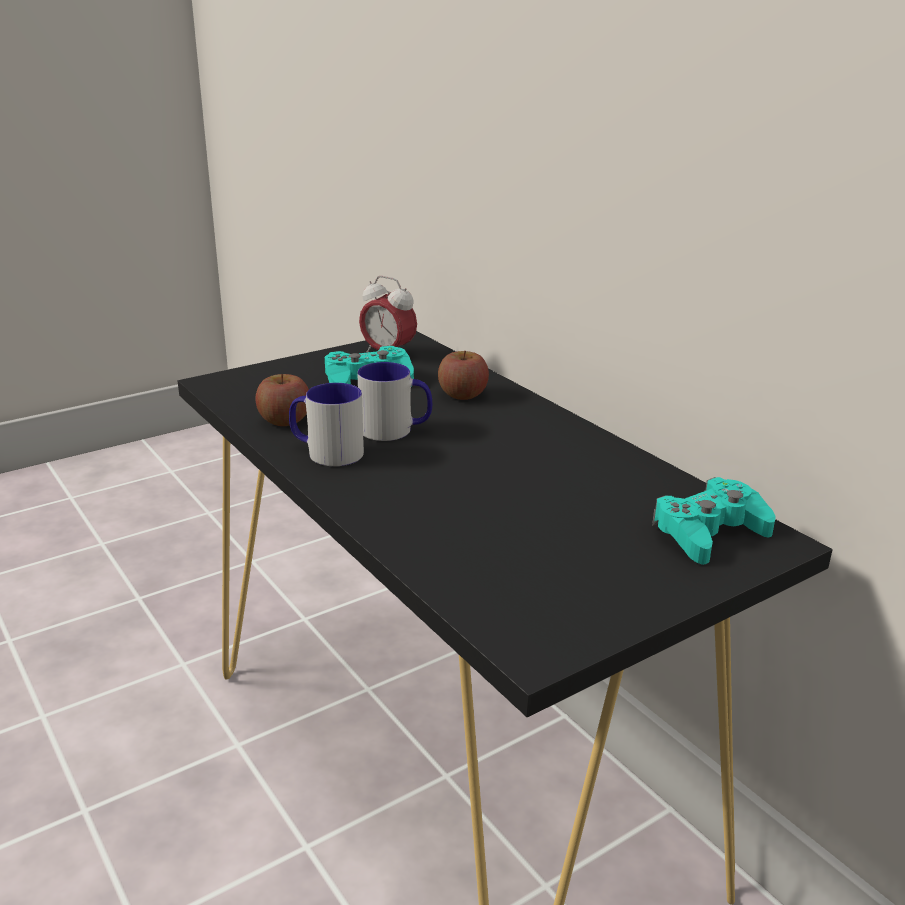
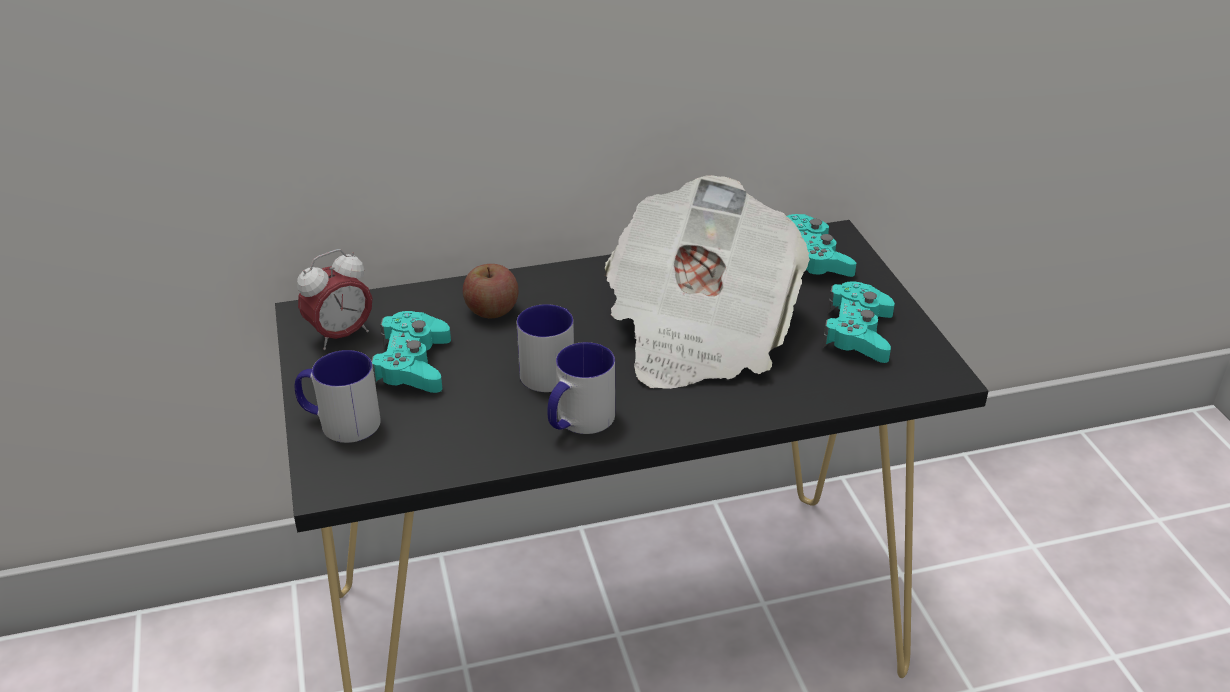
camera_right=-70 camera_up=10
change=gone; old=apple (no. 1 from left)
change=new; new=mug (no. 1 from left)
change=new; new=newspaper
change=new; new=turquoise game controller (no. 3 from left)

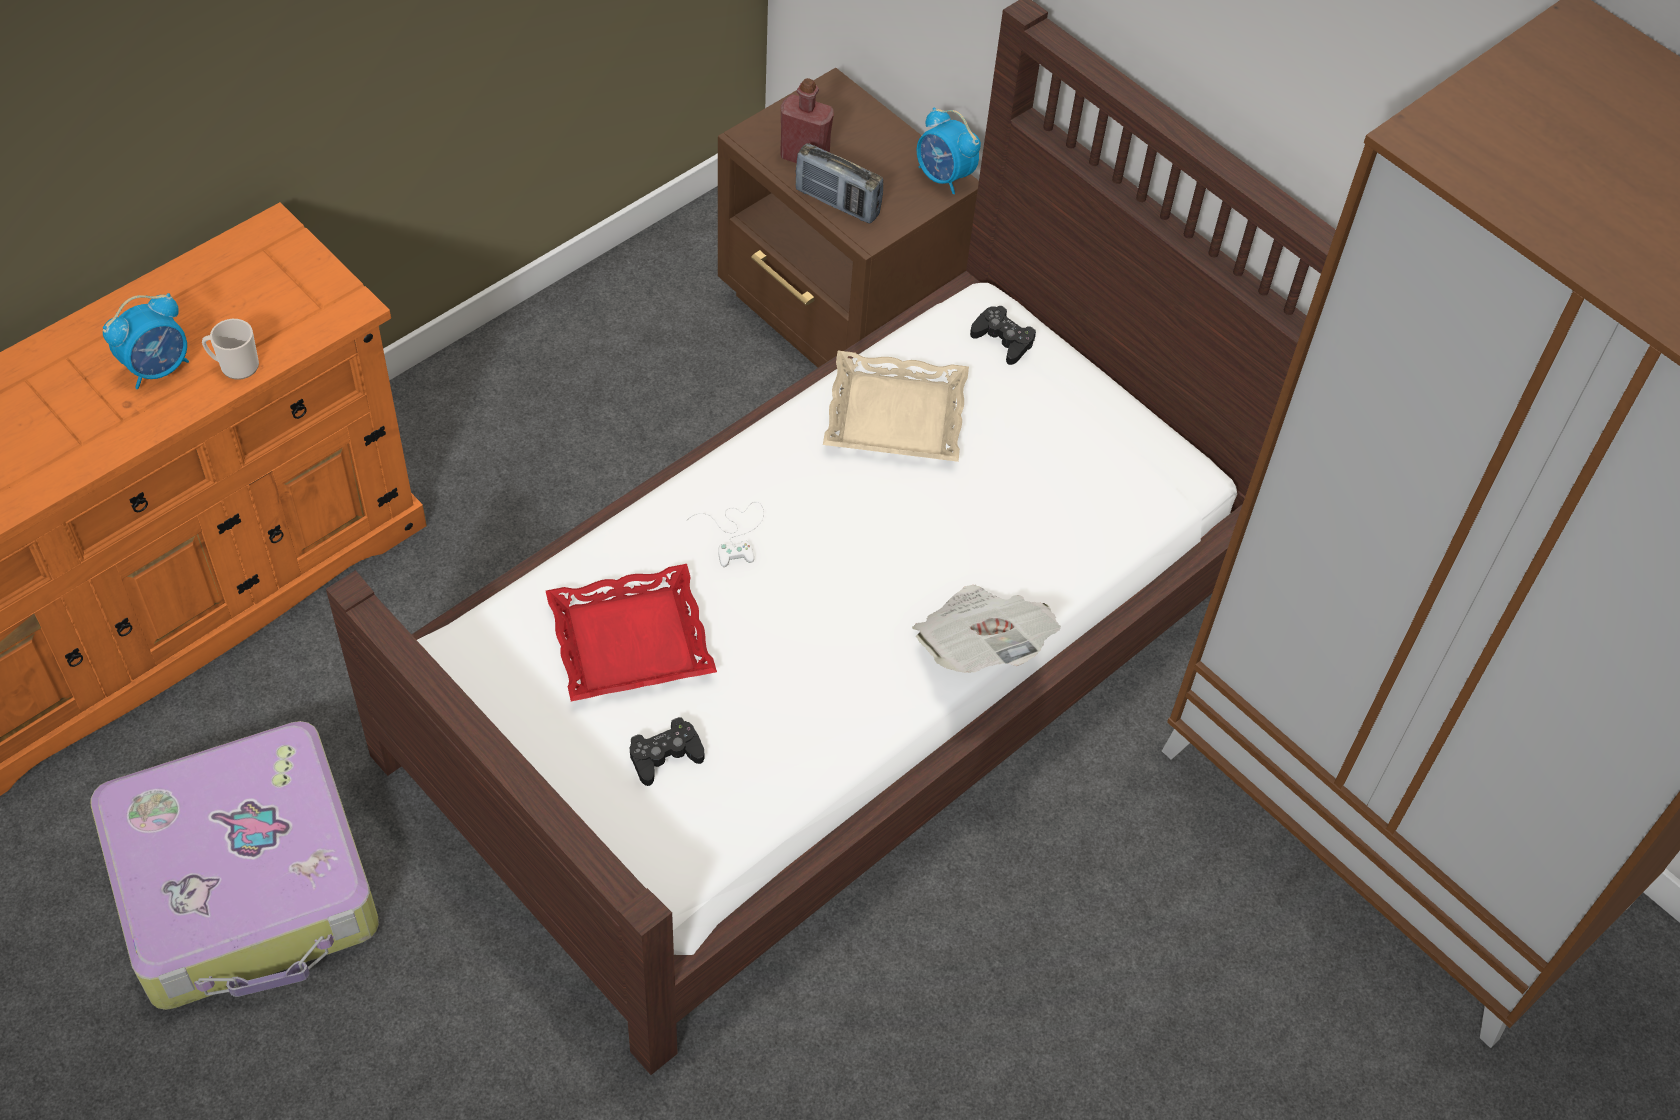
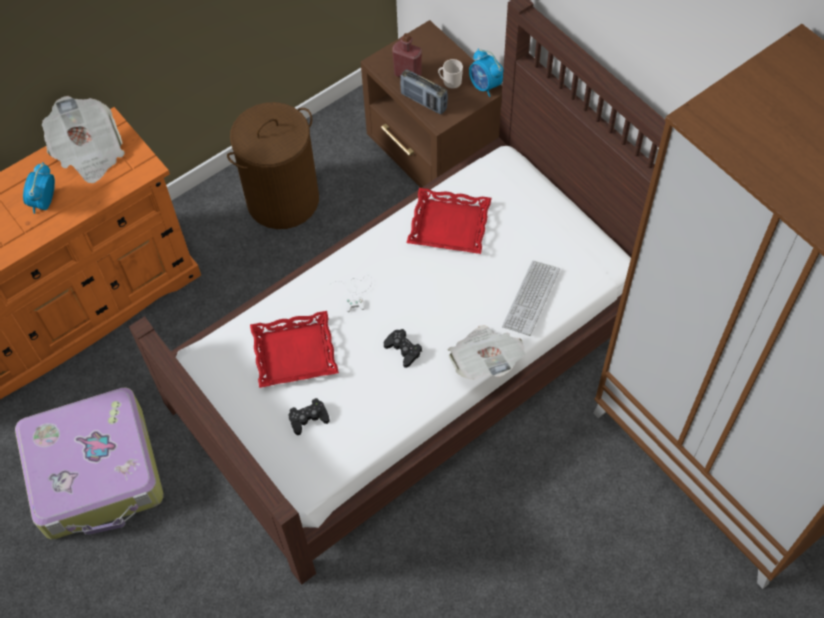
camera_right=10 camera_up=5
change=rotated; old=alarm clock (no. 1 from left); degrees=135
change=shifted; old=mug
change=repainted; old=beige tray; new=red tray (no. 2 from left)
change=shifted; old=black game controller (no. 2 from left)
change=new; new=newspaper (no. 1 from left)
change=new; new=brown laundry basket
change=new; new=keyboard

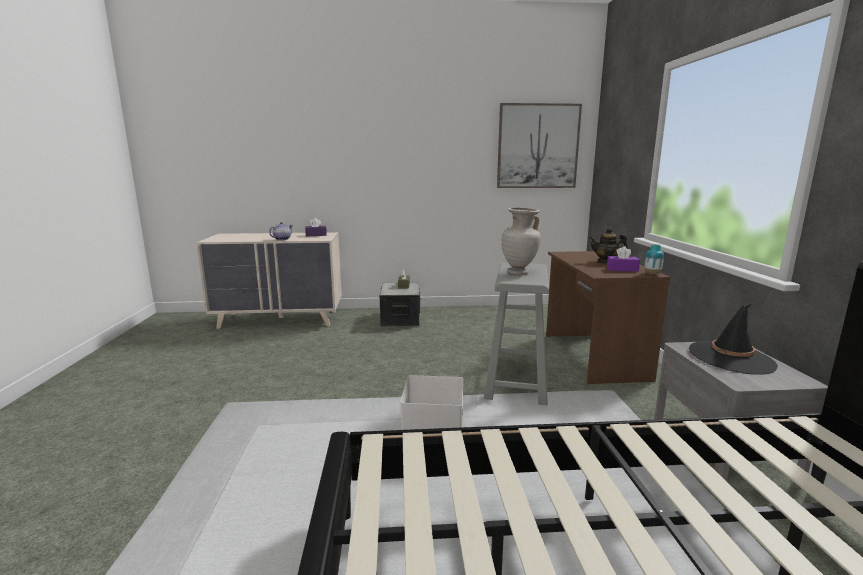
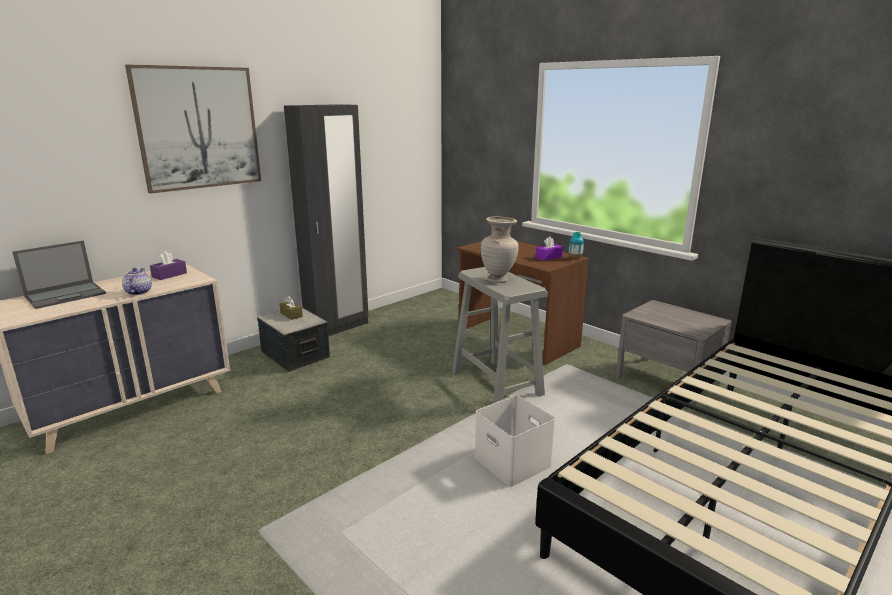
camera_right=-40 camera_up=5
change=shifted; old=picture
change=gone; old=teapot (no. 2 from left)
change=gone; old=black hat
change=new; new=laptop
change=new; new=black wardrobe

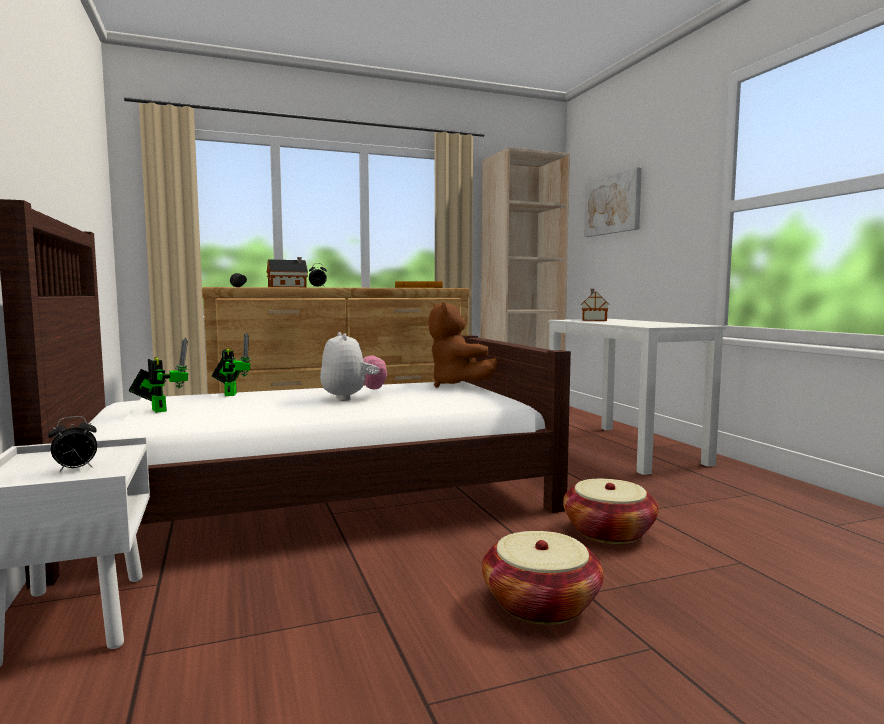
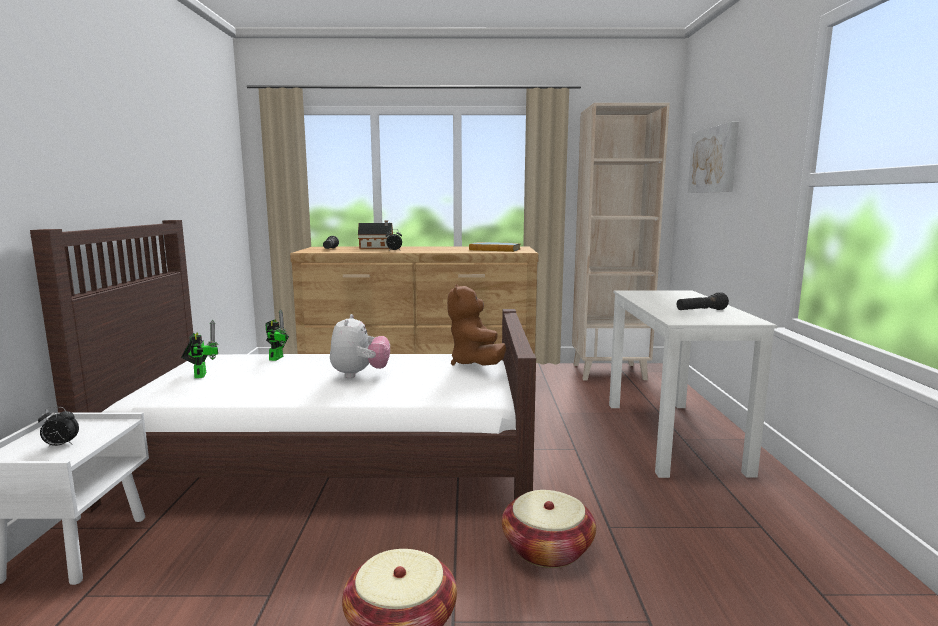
camera_right=20 camera_up=5
change=gone; old=toy house (no. 2 from left)
change=new; new=black flashlight (no. 2 from left)

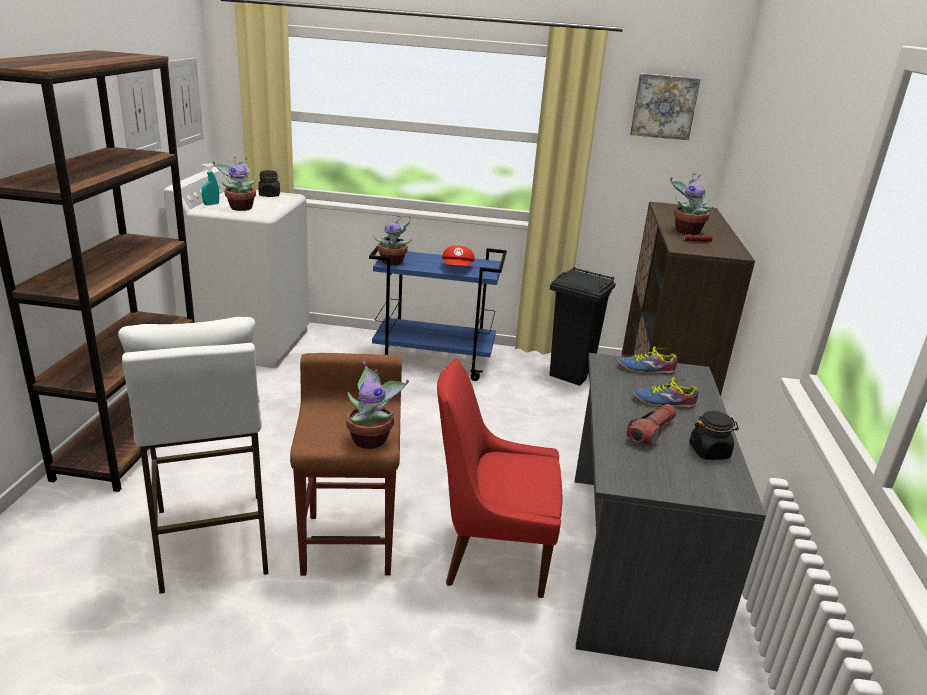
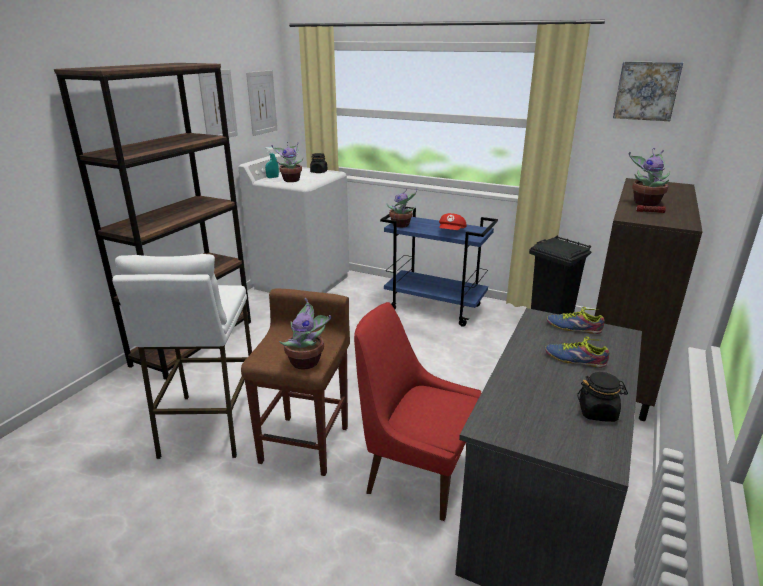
camera_right=20 camera_up=0
change=gone; old=flashlight (no. 1 from left)

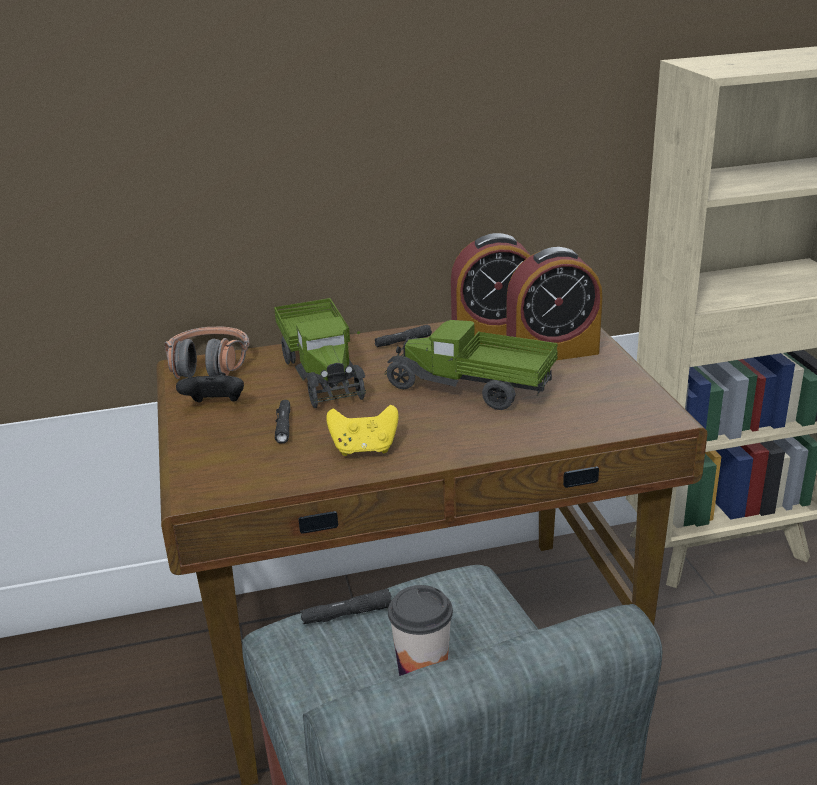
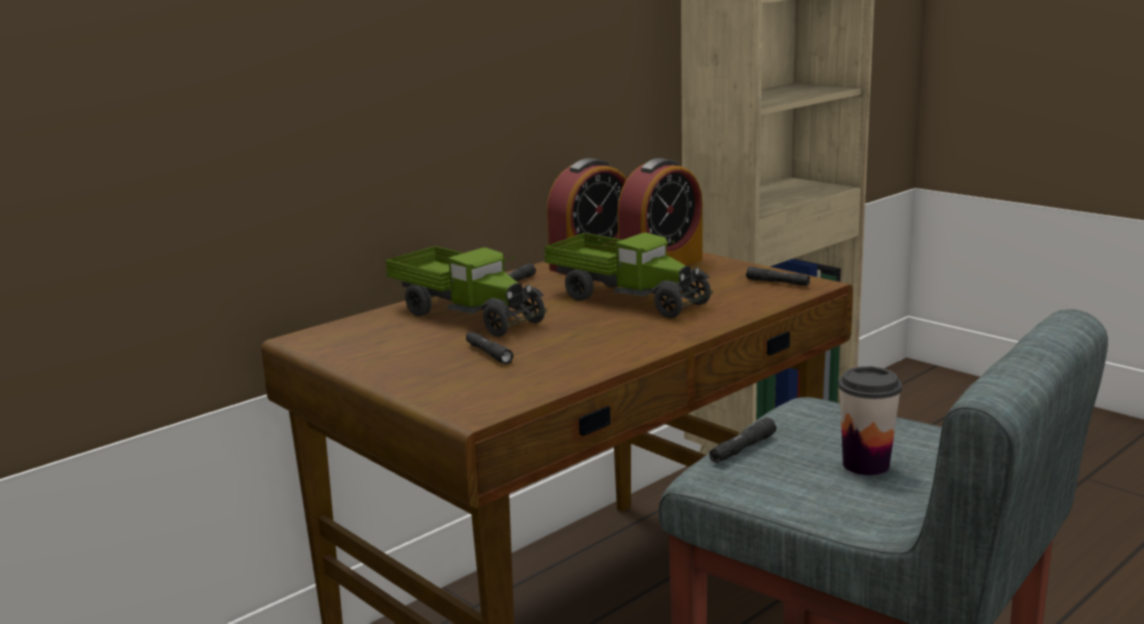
camera_right=-30 camera_up=-10
change=gone; old=headphones
change=gone; old=black game controller
change=gone; old=yellow game controller
change=rotated; old=toy truck (no. 2 from left); degrees=-135
change=new; new=black flashlight (no. 4 from left)

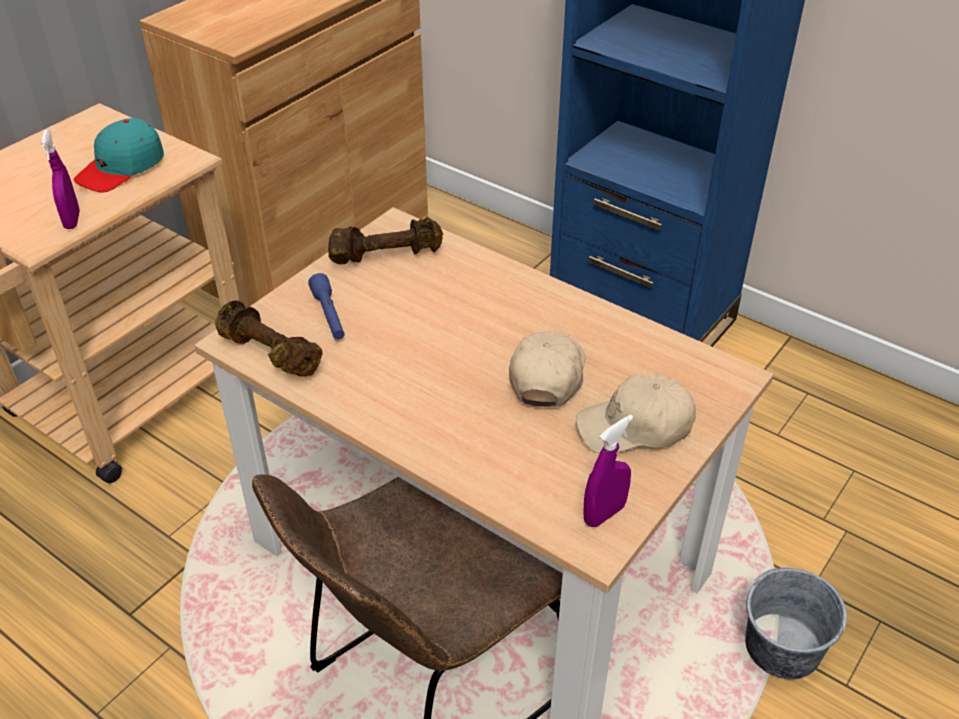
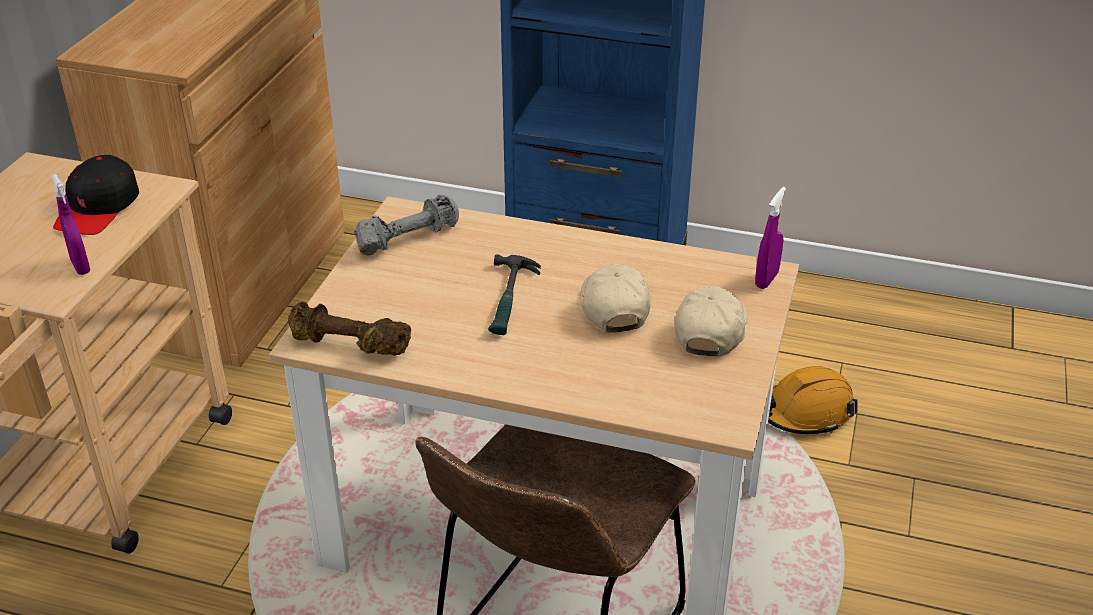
camera_right=-20 camera_up=-5
change=repainted; old=turquoise cap; new=black cap
change=gone; old=blue flashlight
change=repainted; old=brown dumbbell (no. 2 from left); new=grey dumbbell
change=rotated; old=beige cap (no. 2 from left); degrees=135
change=shifted; old=purple spray bottle (no. 2 from left)
change=gone; old=grey bucket
change=new; new=hammer
change=new; new=orange hard hat

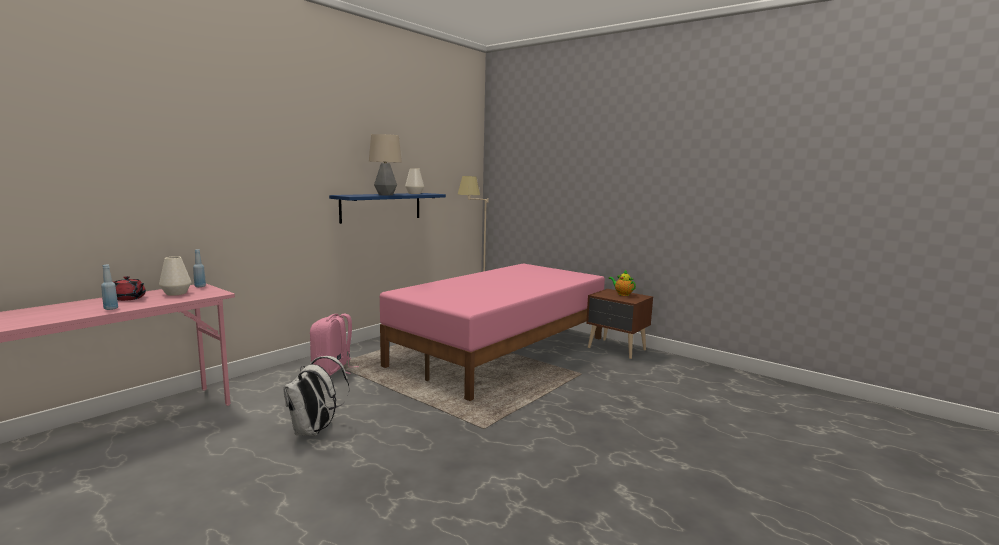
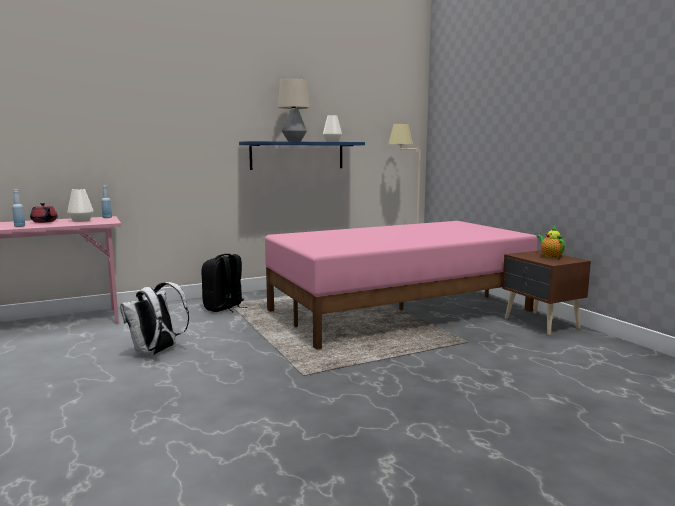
camera_right=25 camera_up=0
change=repainted; old=pink backpack; new=black backpack

